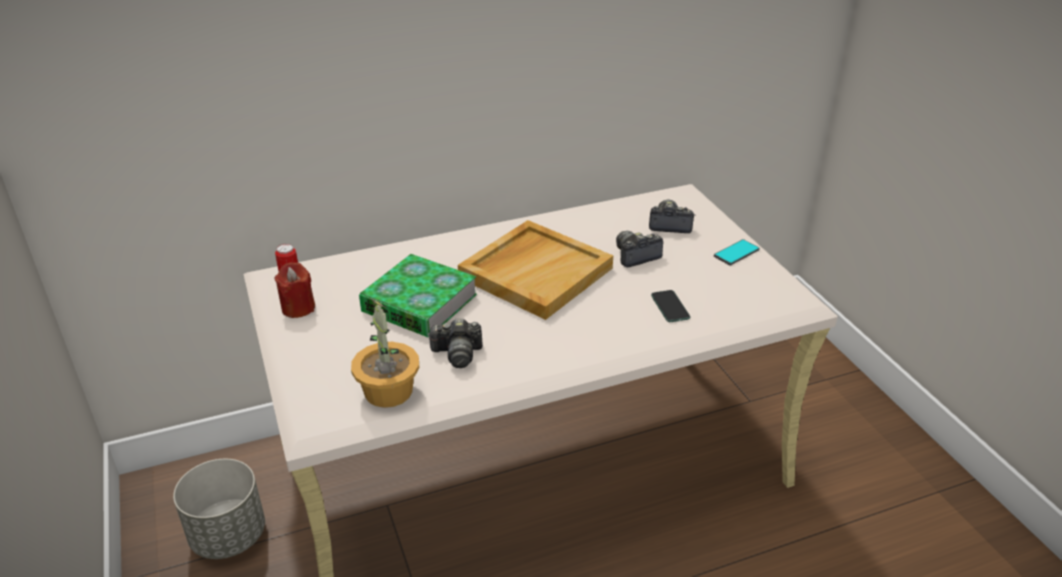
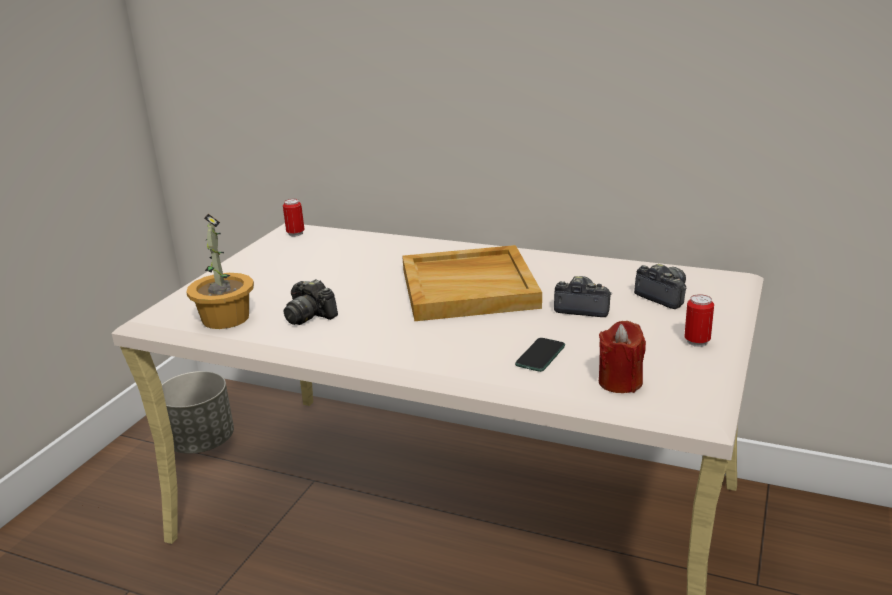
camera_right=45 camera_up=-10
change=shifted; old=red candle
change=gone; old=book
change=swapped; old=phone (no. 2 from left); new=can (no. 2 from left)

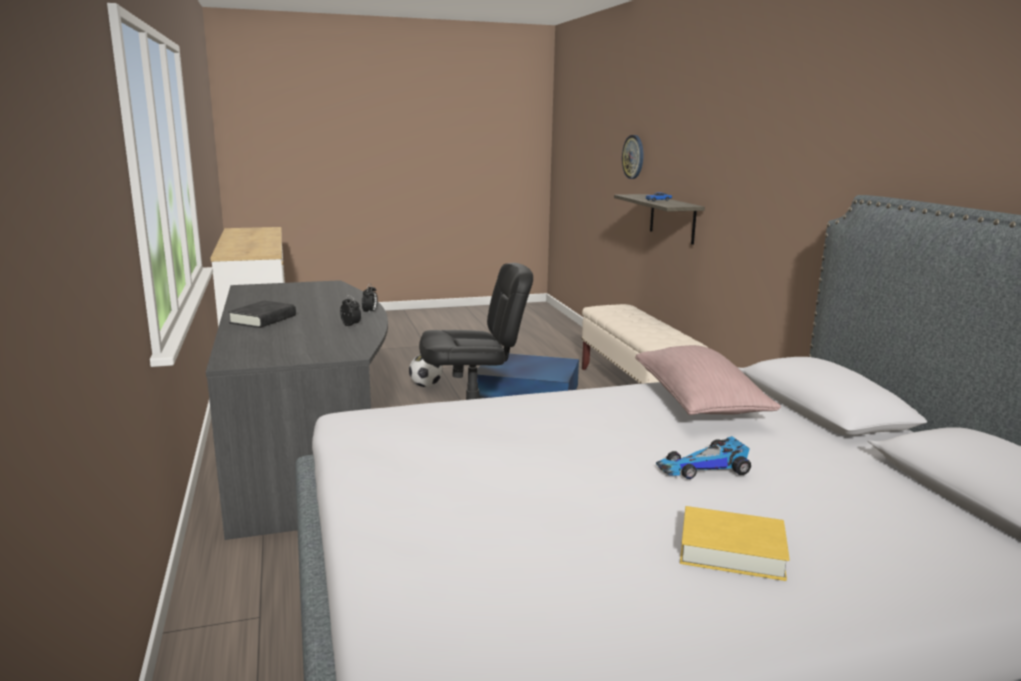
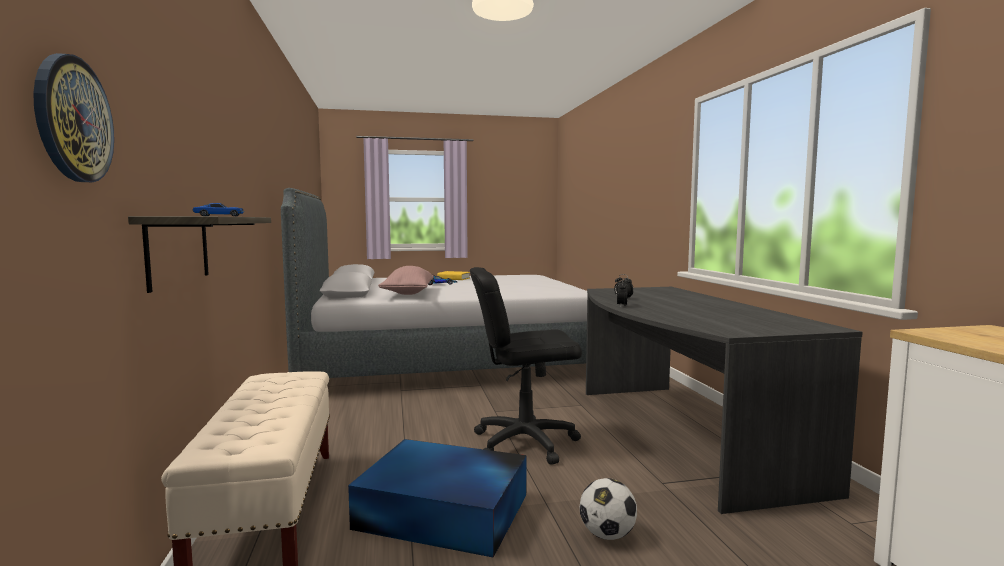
camera_right=-175 camera_up=-10
change=gone; old=black book

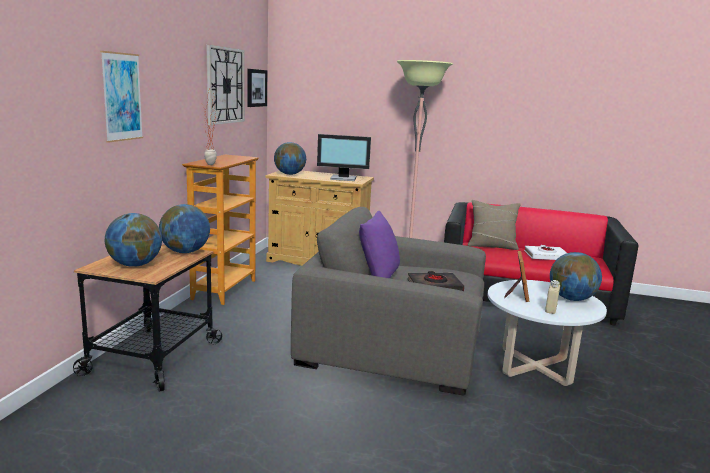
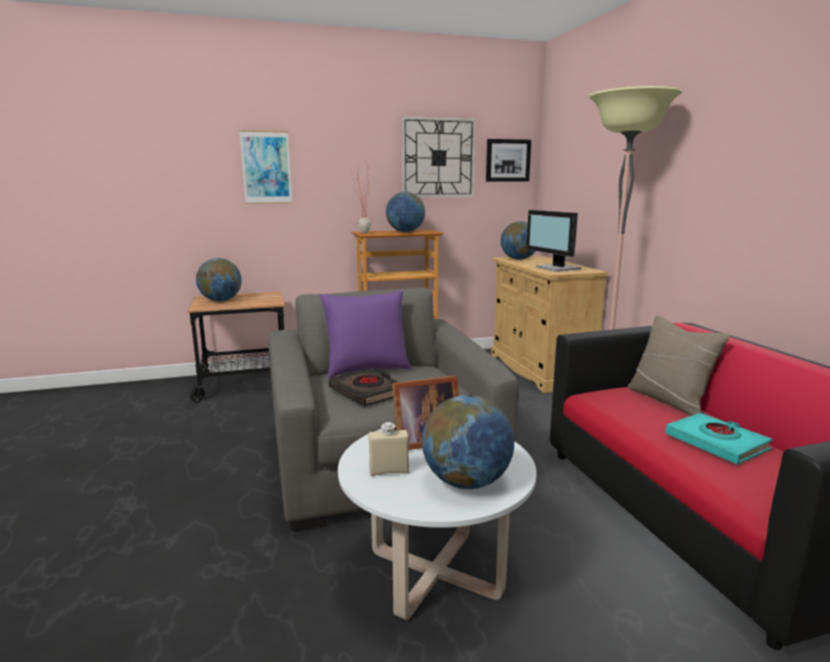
camera_right=60 camera_up=0
change=shifted; old=globe (no. 2 from left)
change=repainted; old=white book; new=turquoise book

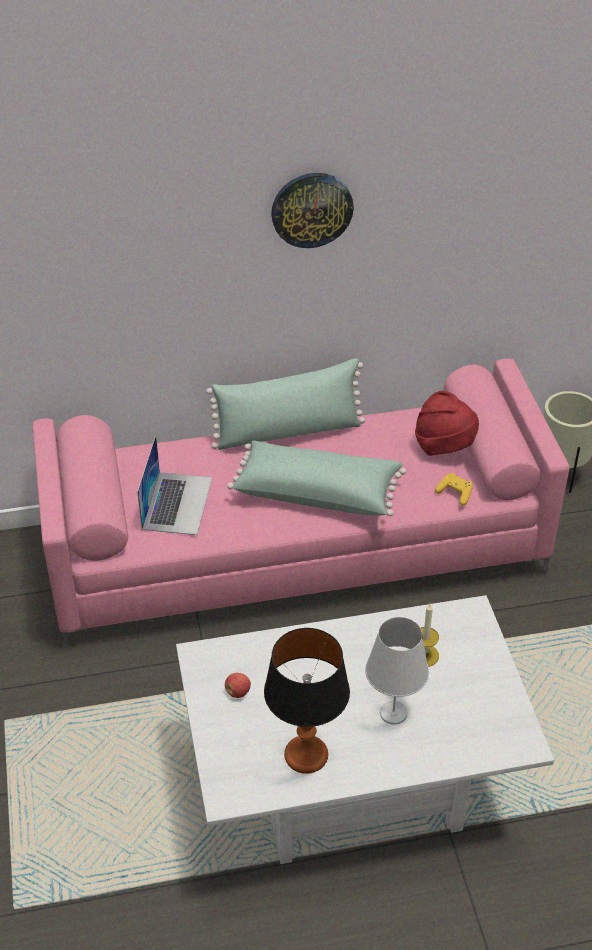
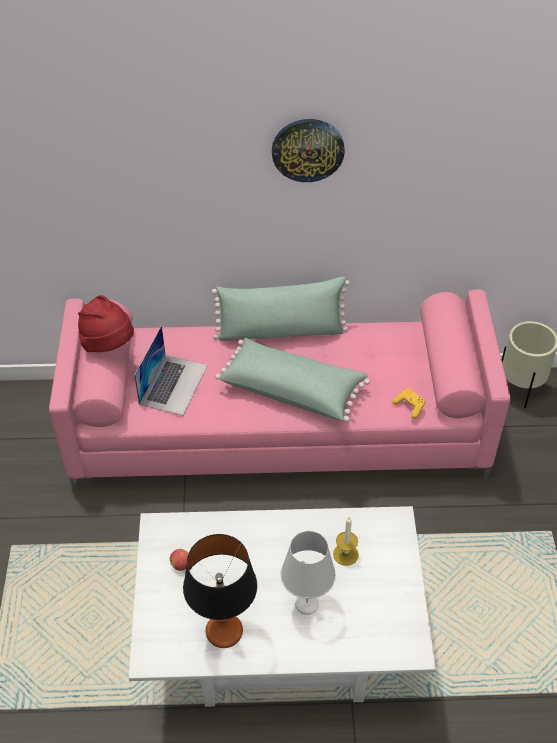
camera_right=10 camera_up=5
change=shifted; old=red hat

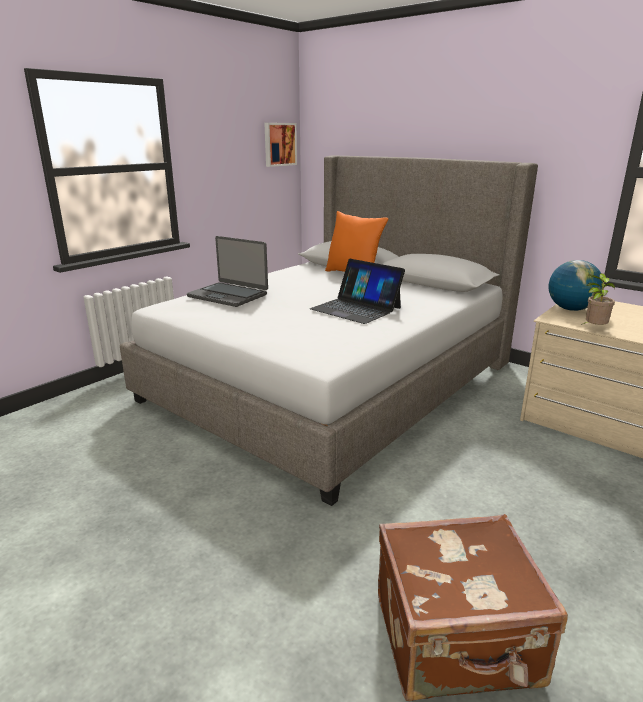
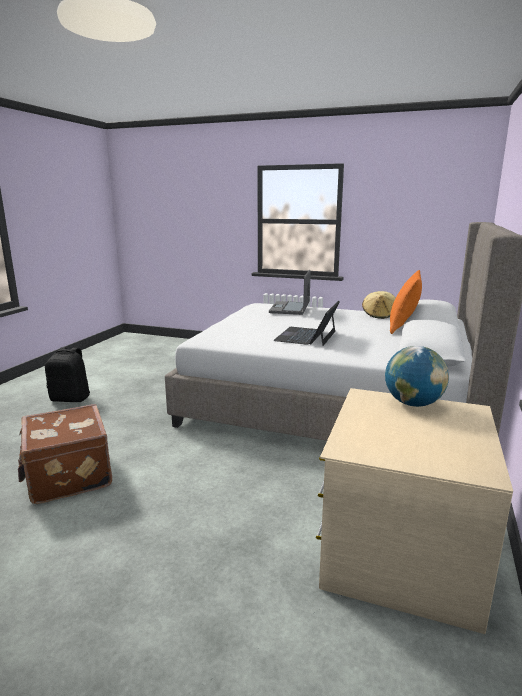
camera_right=70 camera_up=-5
change=gone; old=picture
change=gone; old=potted plant
change=new; new=black backpack
change=new; new=beige hat

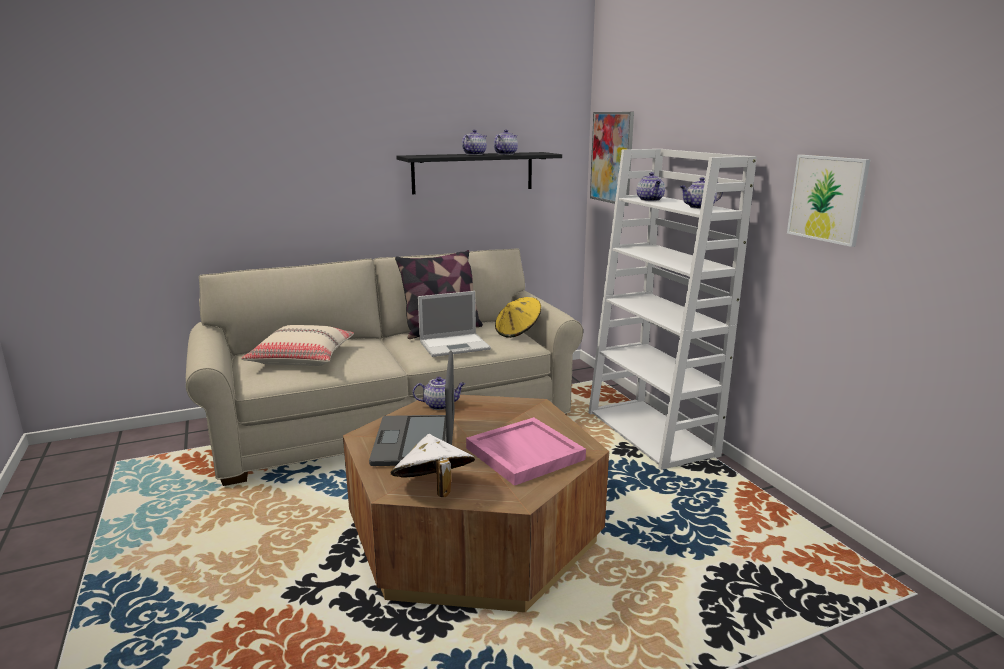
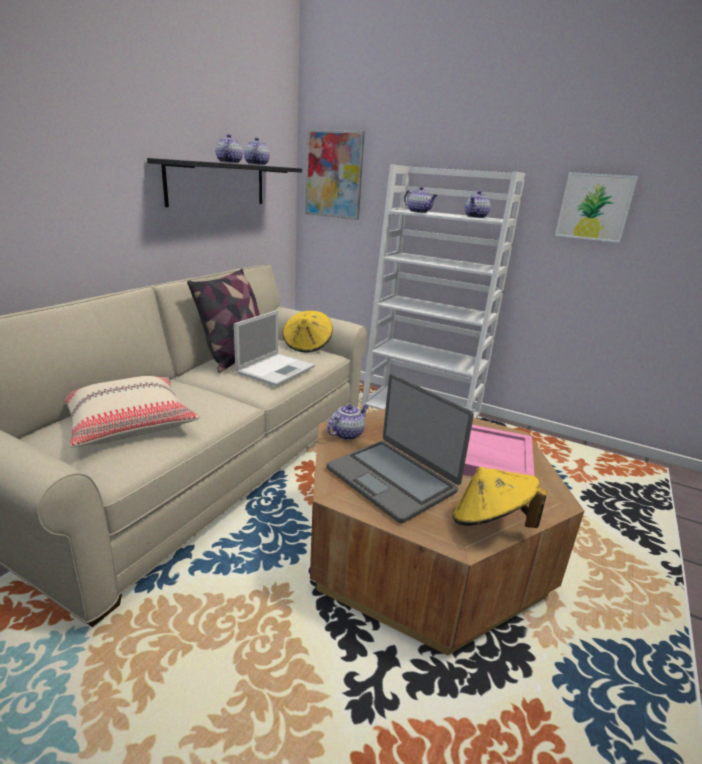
camera_right=-40 camera_up=5
change=repainted; old=white hat; new=yellow hat (no. 2 from left)

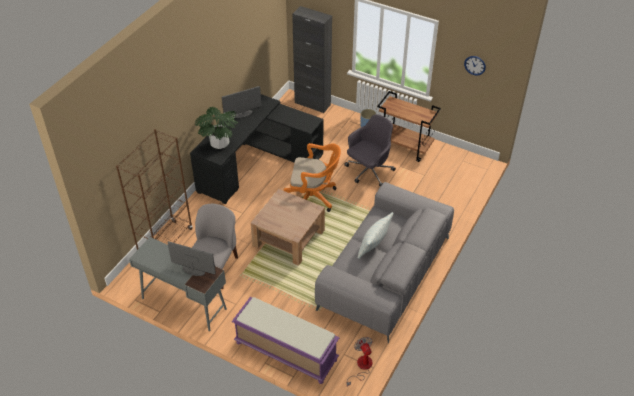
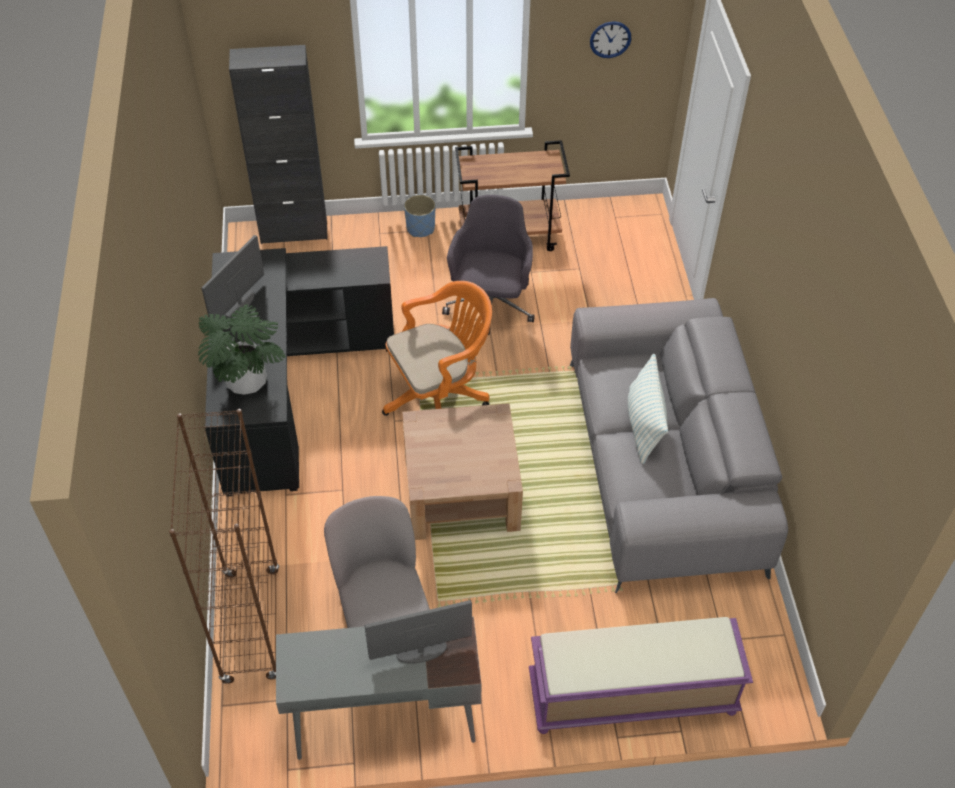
camera_right=-35 camera_up=5
change=gone; old=fan

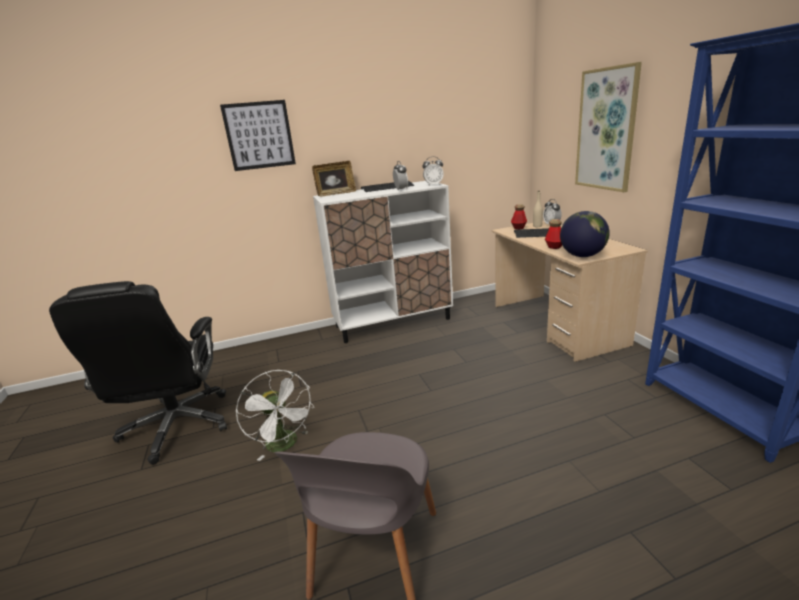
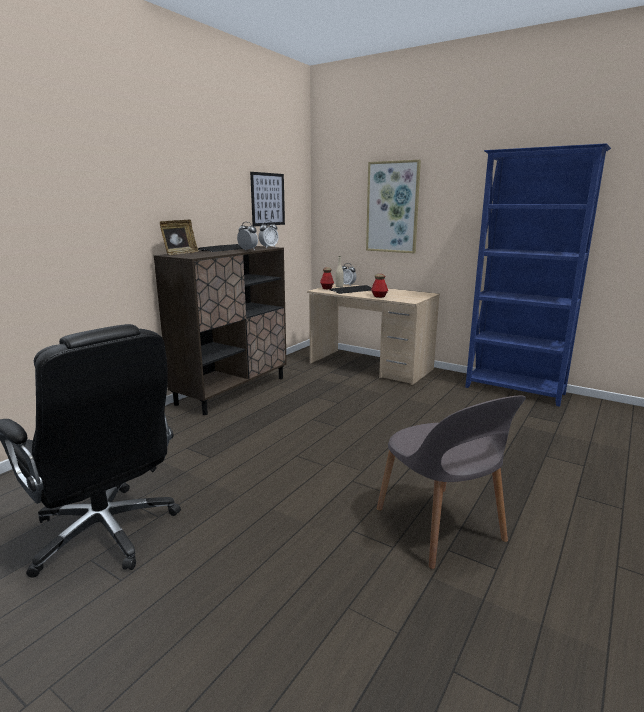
camera_right=-40 camera_up=-5
change=shifted; old=picture (no. 1 from left)
change=gone; old=white fan
change=repainted; old=white cabinet; new=brown cabinet
change=gone; old=globe

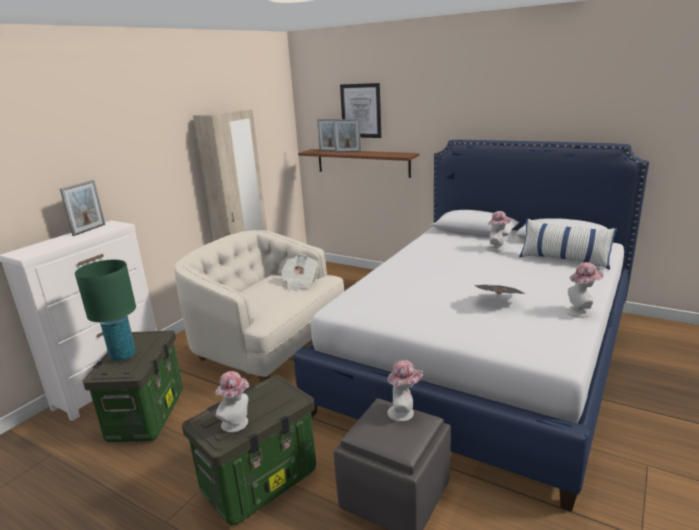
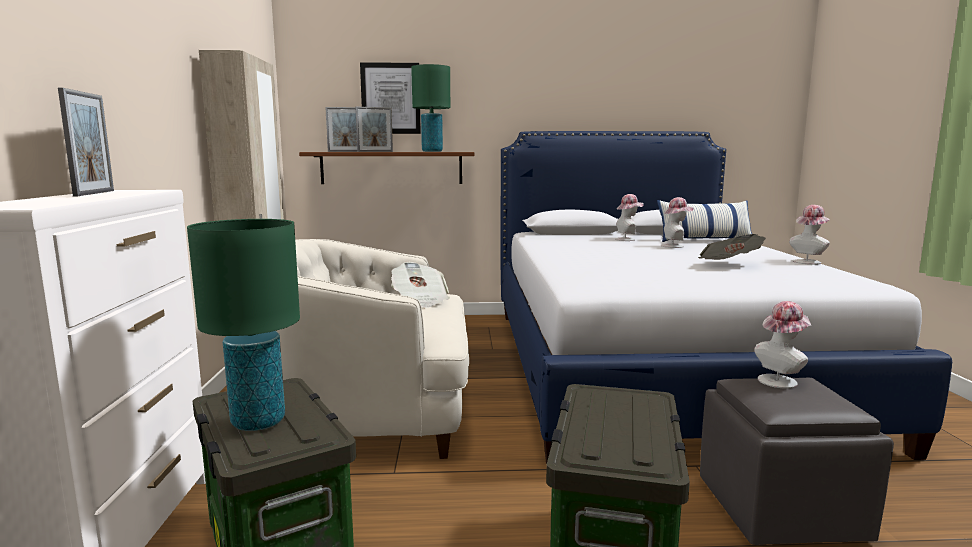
camera_right=-35 camera_up=-10
change=shifted; old=hat (no. 1 from left in the first image); new=hat (no. 2 from left)
change=new; new=green table lamp (no. 2 from left)

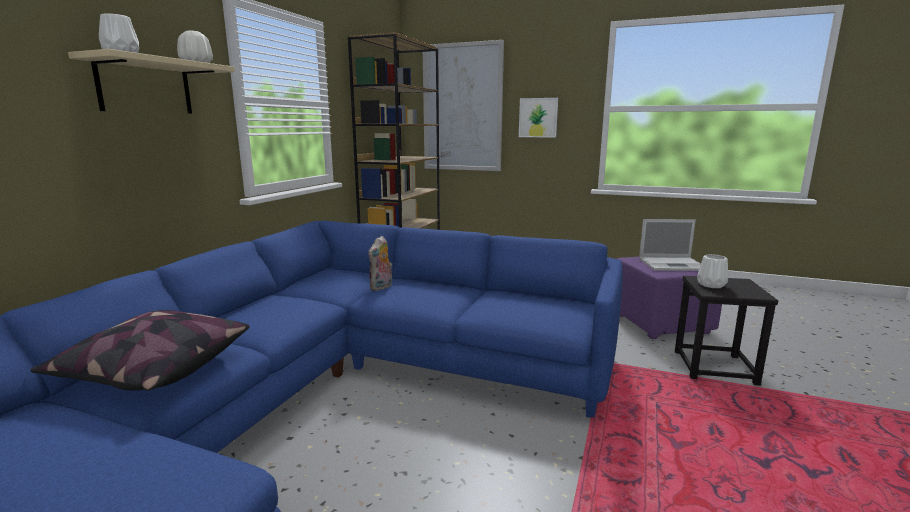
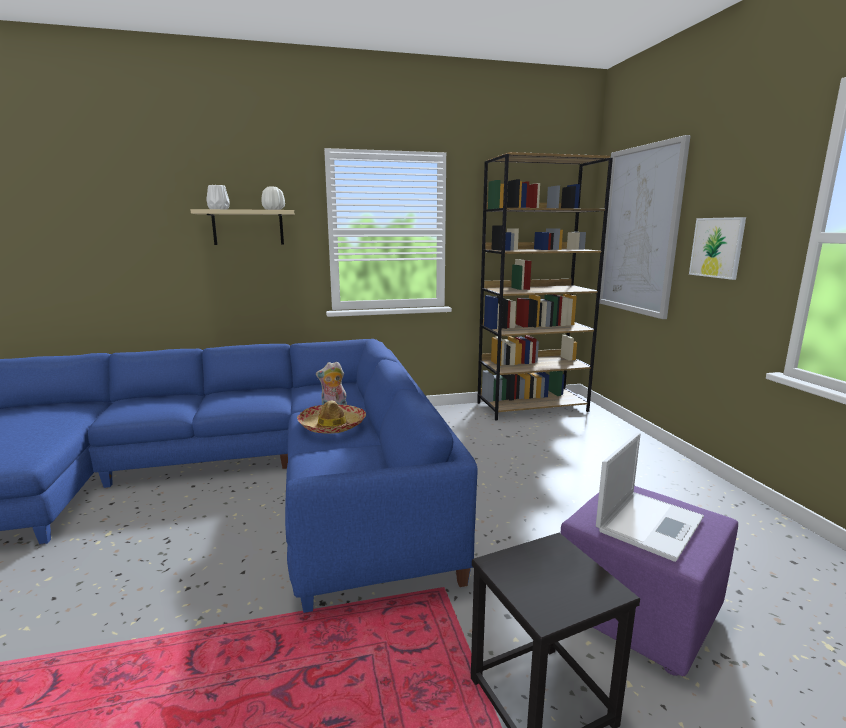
camera_right=55 camera_up=0
change=gone; old=pillow
change=rotated; old=laptop; degrees=-105
change=gone; old=white vase (no. 3 from left)
change=new; new=hat

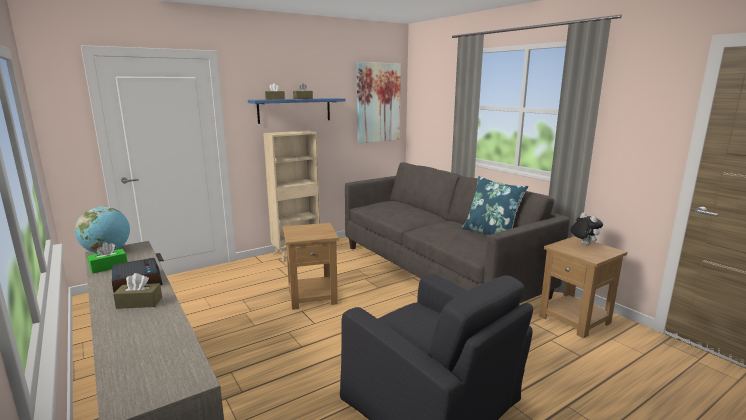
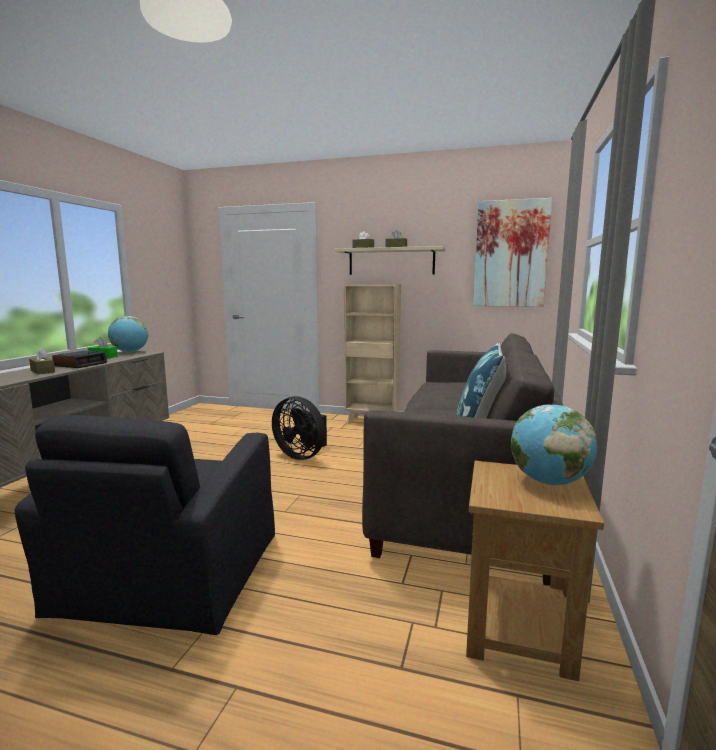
camera_right=50 camera_up=-5
change=repainted; old=blue shelf; new=beige shelf
change=swapped; old=brown side table (no. 1 from left); new=black fan
change=swapped; old=plush toy; new=globe (no. 2 from left)

